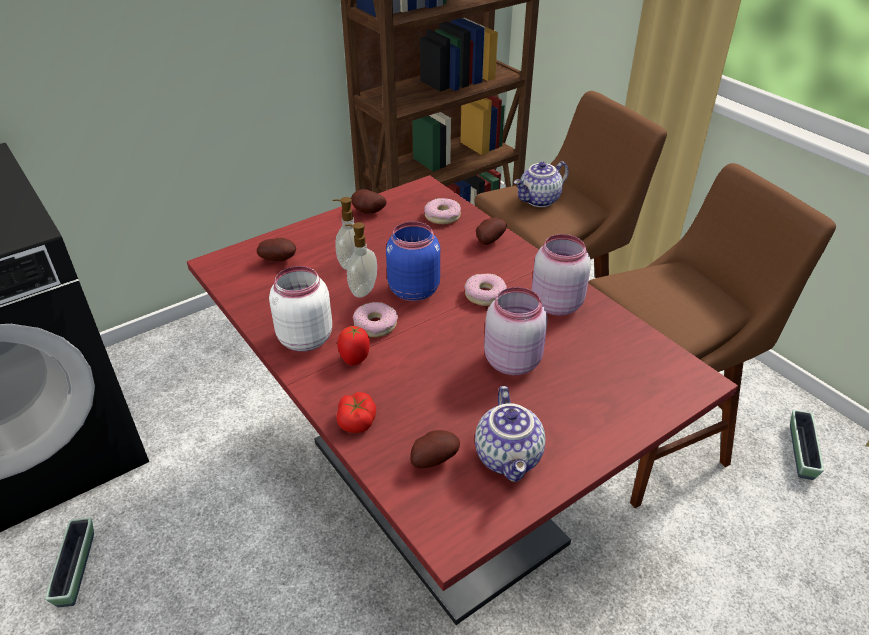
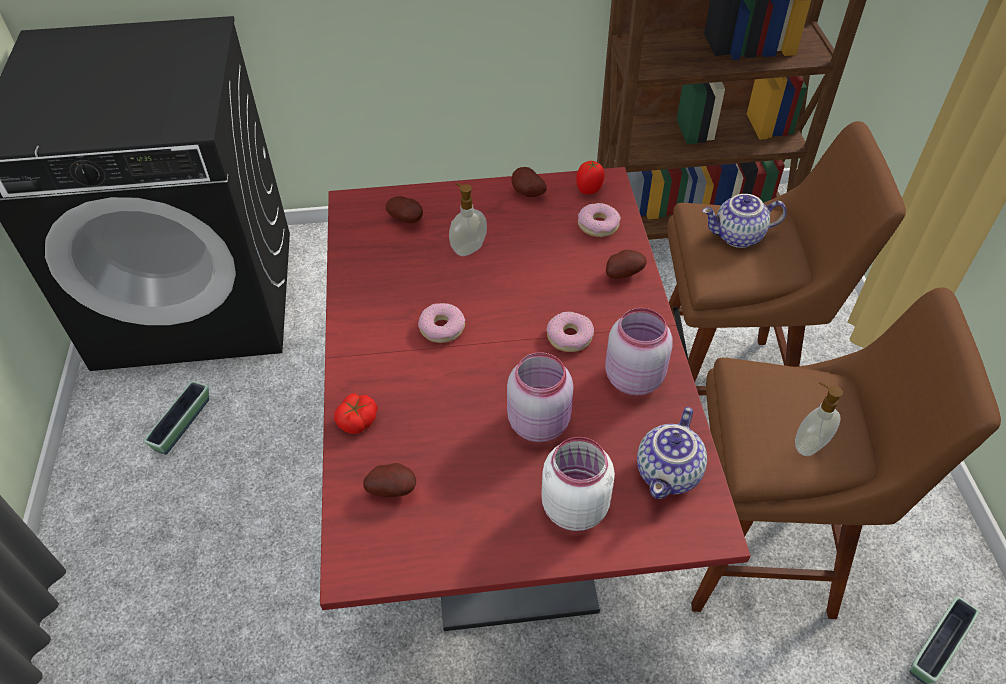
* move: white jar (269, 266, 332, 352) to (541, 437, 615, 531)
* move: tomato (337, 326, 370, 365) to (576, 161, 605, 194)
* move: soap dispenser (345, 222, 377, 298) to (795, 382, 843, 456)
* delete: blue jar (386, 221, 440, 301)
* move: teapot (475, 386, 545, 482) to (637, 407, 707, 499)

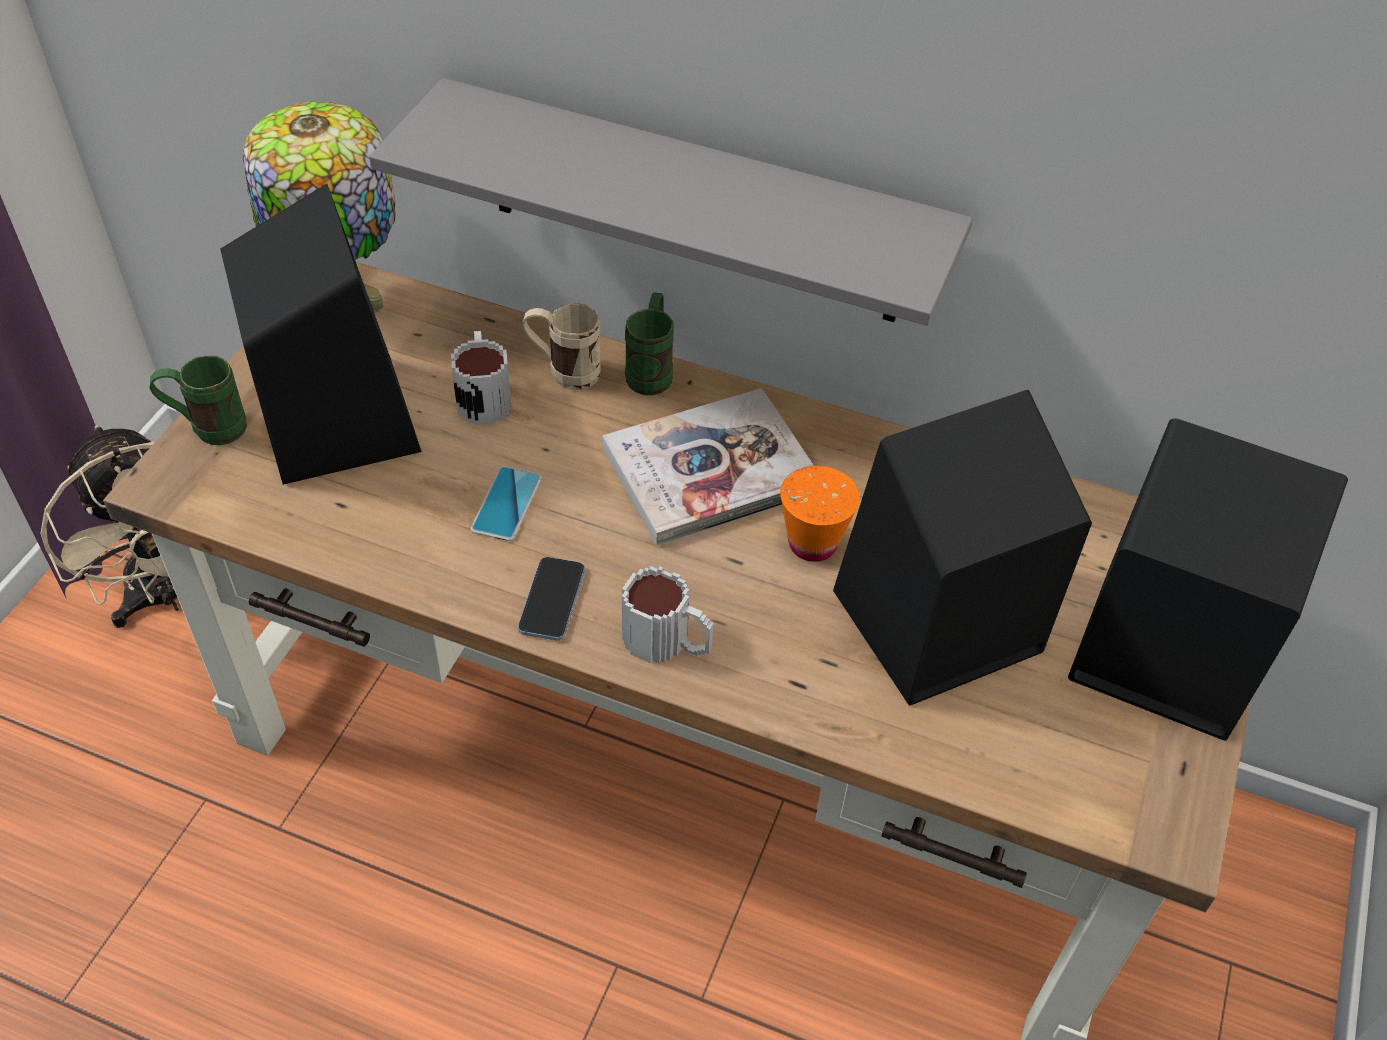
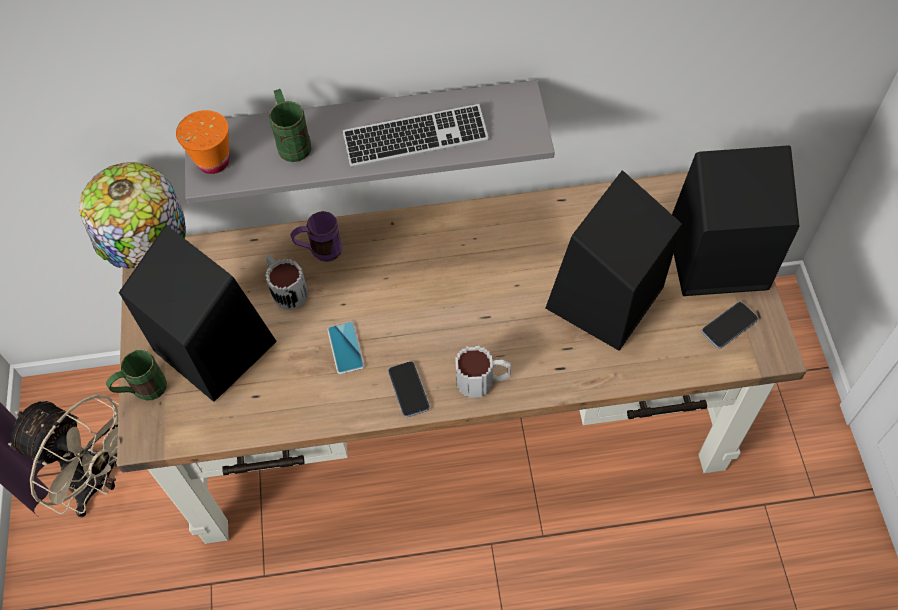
* recolor: beige mug (522, 303, 601, 390) to purple mug (291, 211, 342, 262)
* delete: book (602, 388, 814, 546)
* move: green mug (625, 292, 674, 395) to (269, 89, 311, 162)
* move: orange cup (780, 466, 860, 562) to (176, 110, 229, 174)
* insert: keyboard (342, 104, 489, 167)
* insert: phone (702, 302, 758, 348)

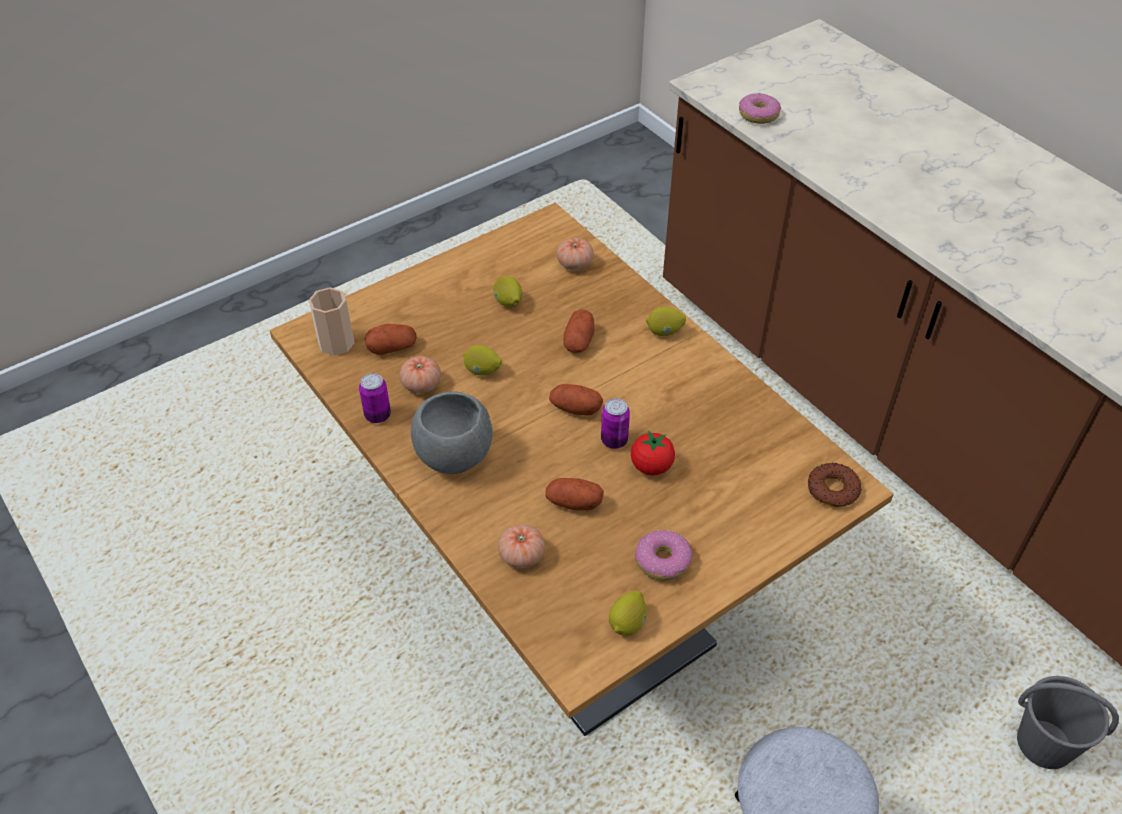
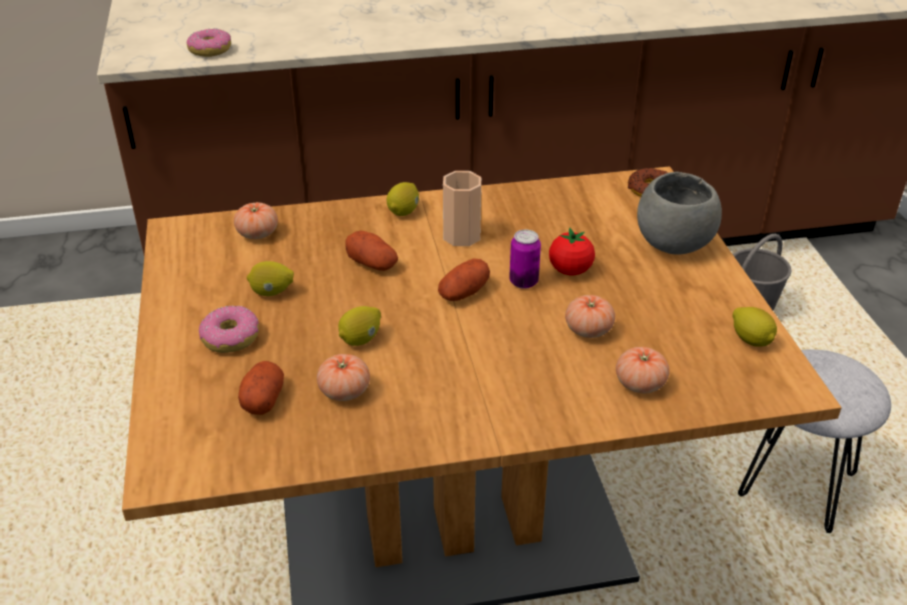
* move: cup (309, 287, 355, 356) to (443, 171, 481, 246)
* delete: can (359, 373, 391, 423)
* move: grey bowl (411, 392, 493, 474) to (637, 172, 722, 255)
* replace: potato (545, 478, 604, 510) to tomato (565, 295, 615, 338)
* move: donut (635, 530, 693, 581) to (199, 306, 259, 353)

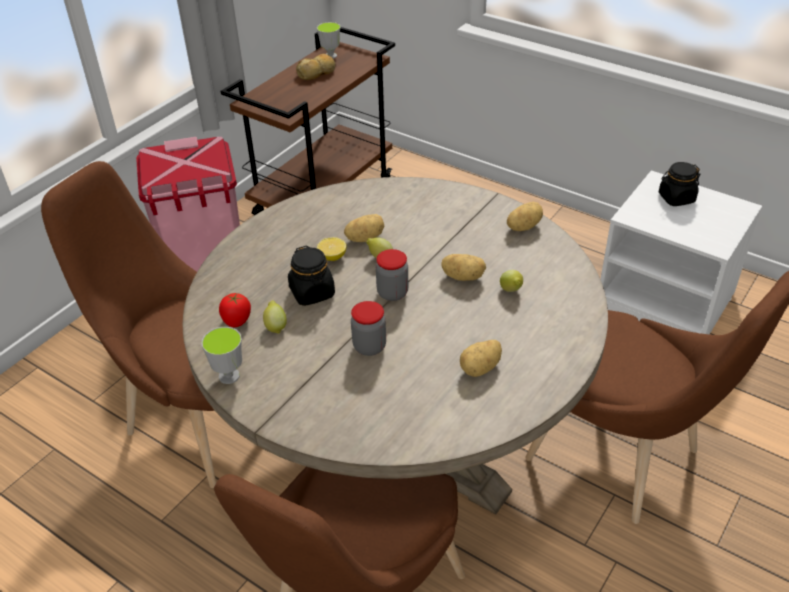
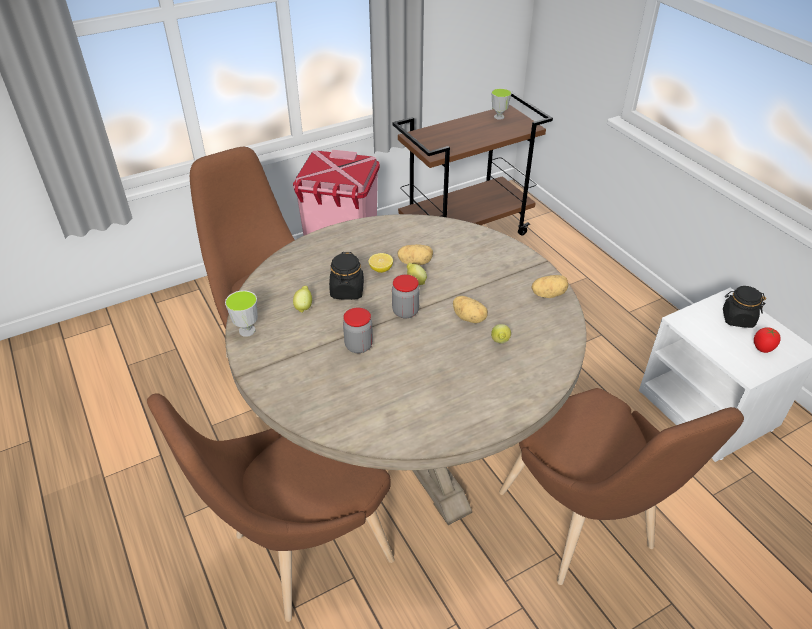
* move: tomato (219, 293, 251, 327) to (754, 327, 781, 353)
* delete: bread (296, 54, 336, 80)
* delete: potato (460, 340, 502, 377)

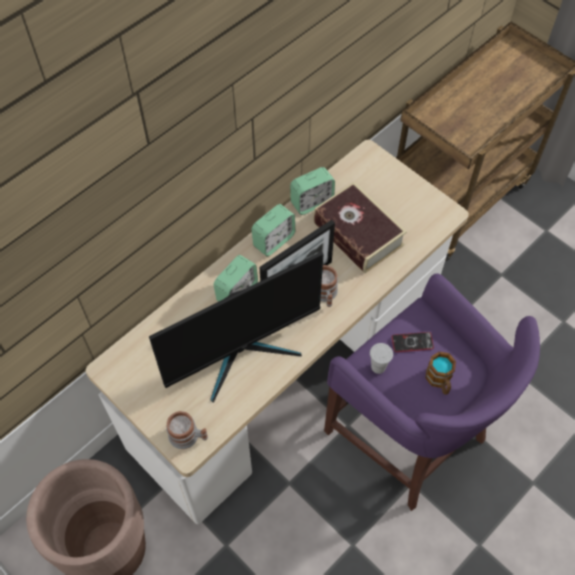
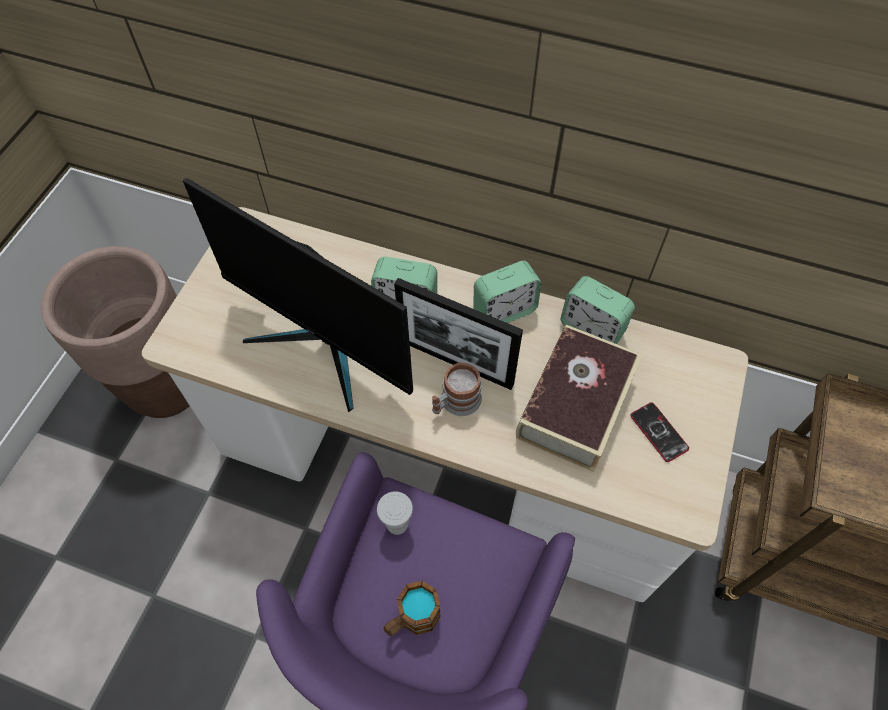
* delete: mug (166, 411, 208, 449)
* rotate: alarm clock (252, 204, 295, 257) = (473, 261, 542, 323) 45 degrees counterclockwise
* move: phone (392, 332, 434, 352) to (630, 402, 689, 462)

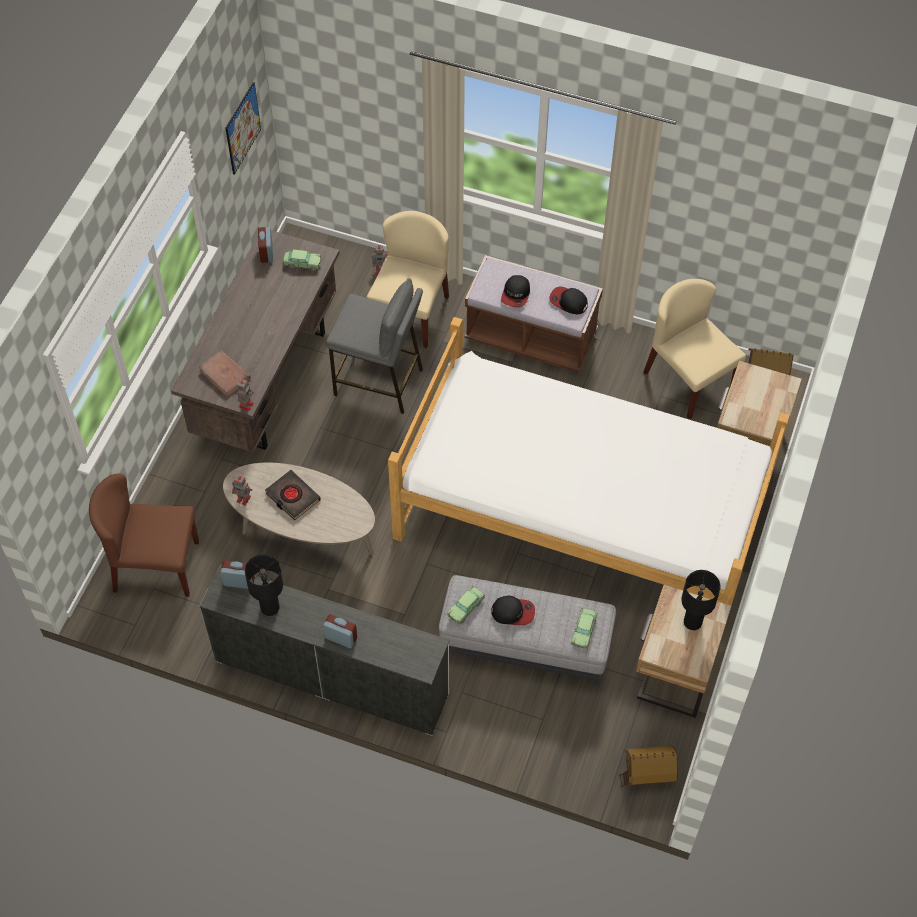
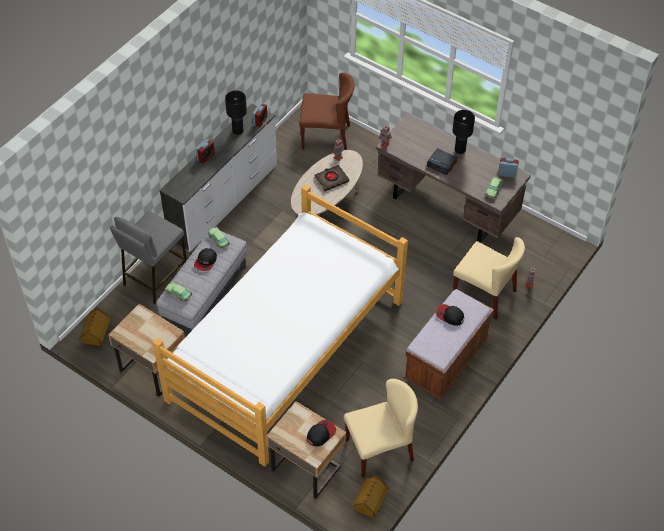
* rotate: brown chair (89, 473, 199, 597) = (299, 72, 355, 150) 75 degrees clockwise
* delete: brown book (199, 350, 250, 397)
* delete: picture (226, 82, 261, 175)
* move: grey stool (326, 278, 423, 414) to (110, 211, 187, 304)
* move: cap (549, 286, 588, 314) to (307, 420, 336, 446)
* move: black table lamp (681, 570, 721, 630) to (452, 110, 475, 154)
* insert: alarm clock (427, 148, 458, 175)

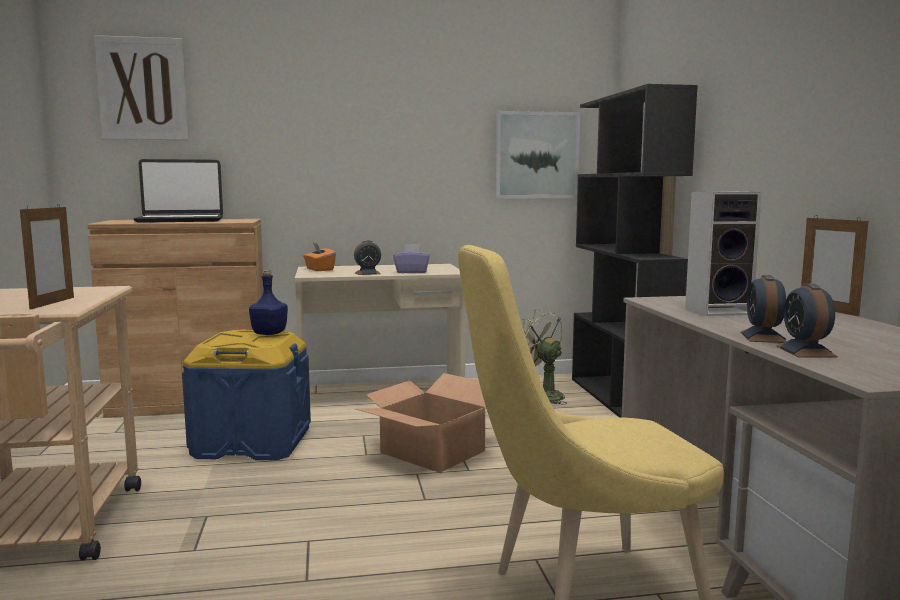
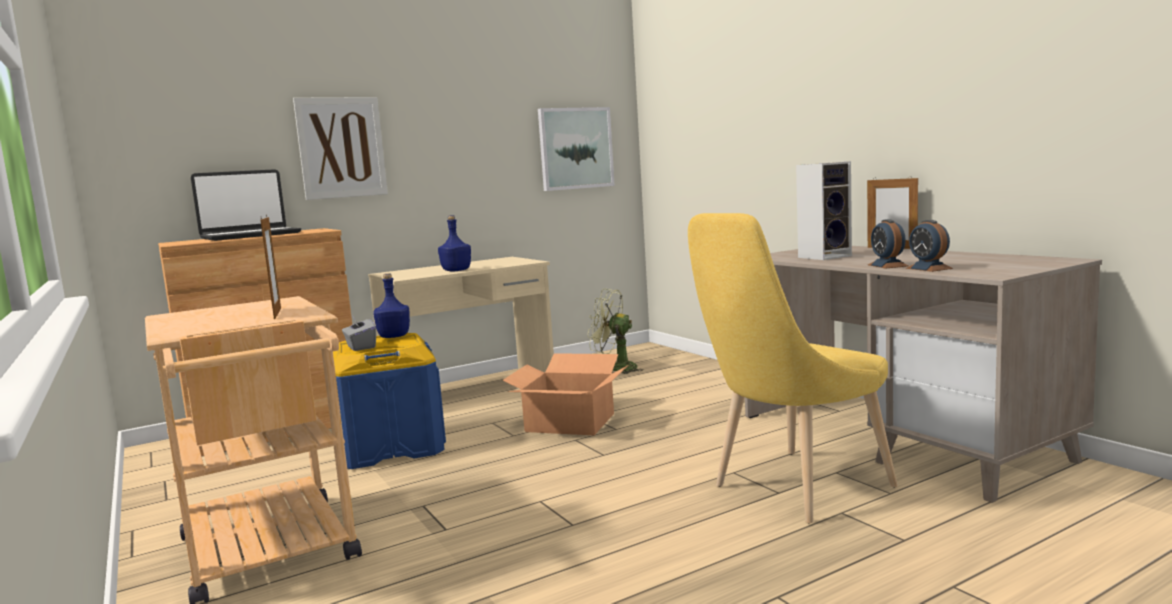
* move: picture (94, 35, 189, 140) to (293, 97, 388, 200)
* delete: orange tissue box (303, 243, 336, 271)
* replace: alarm clock (354, 240, 381, 275) to blue bottle (438, 215, 471, 271)
* delete: purple tissue box (393, 244, 430, 273)
* delete: black bookcase (572, 84, 698, 417)
* insert: grey tissue box (342, 315, 376, 351)

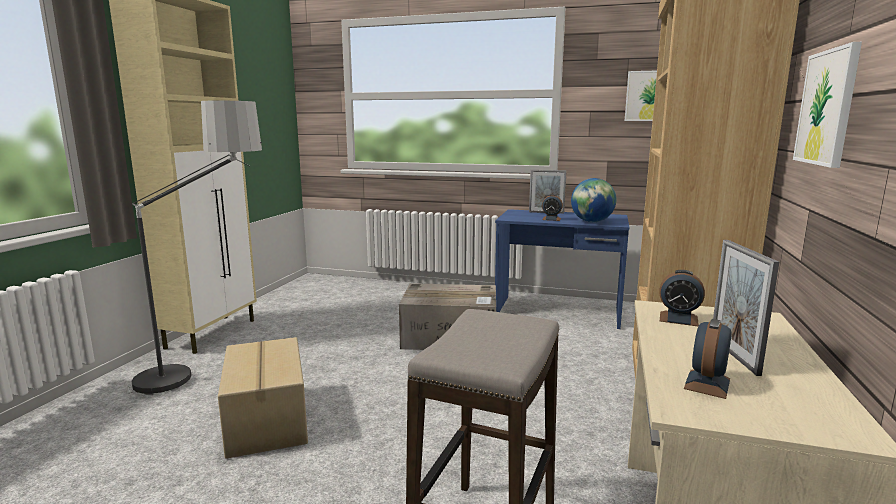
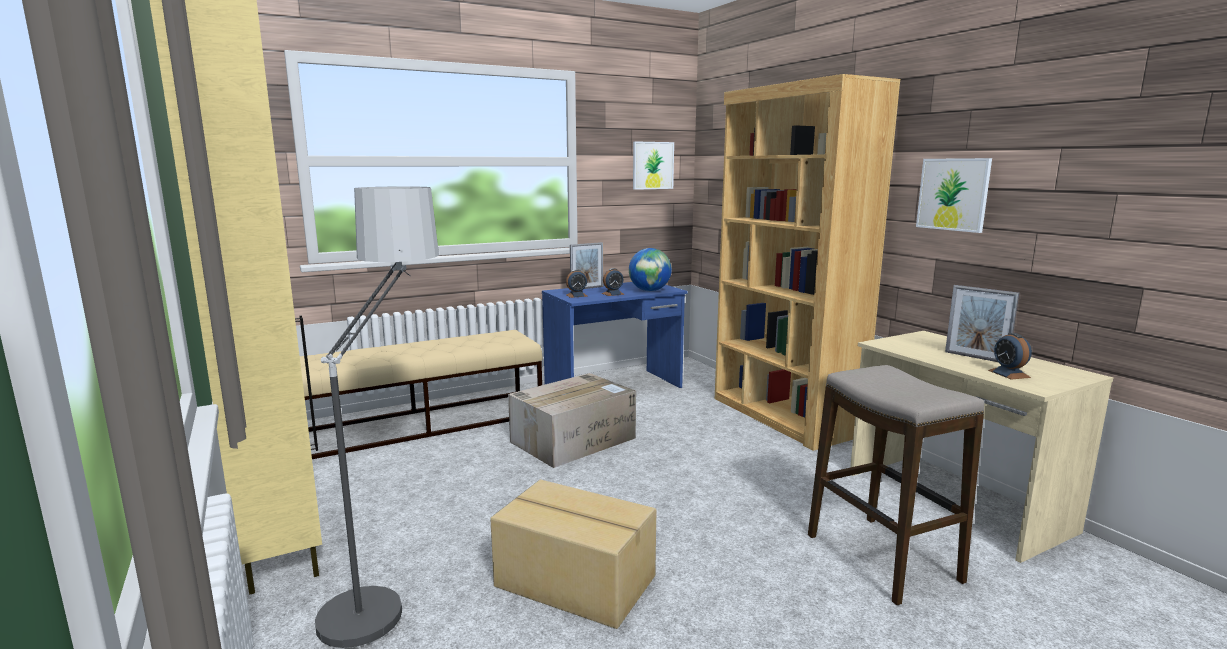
* move: alarm clock (659, 270, 705, 326) to (566, 270, 587, 298)
* insert: beige bench (300, 330, 543, 459)

